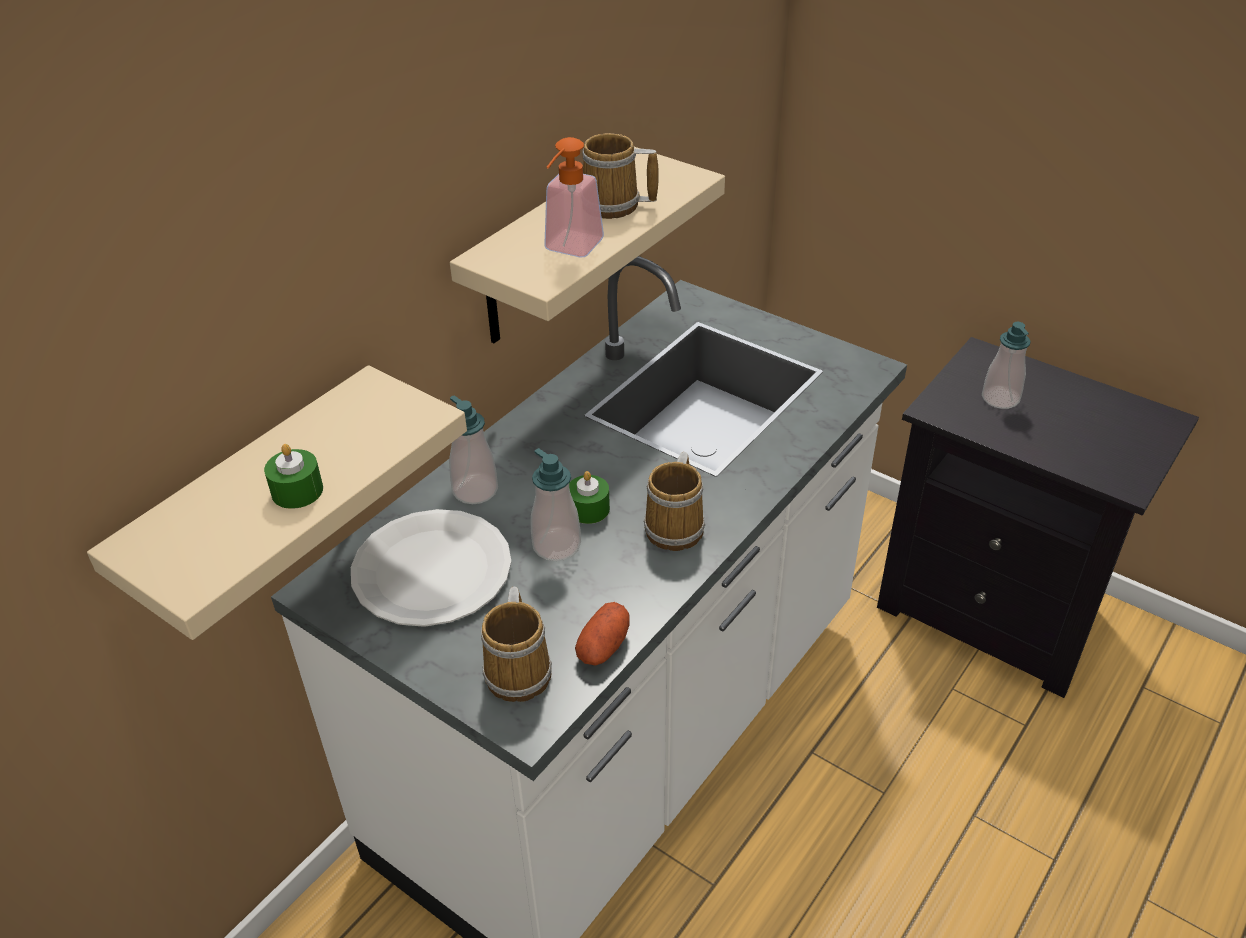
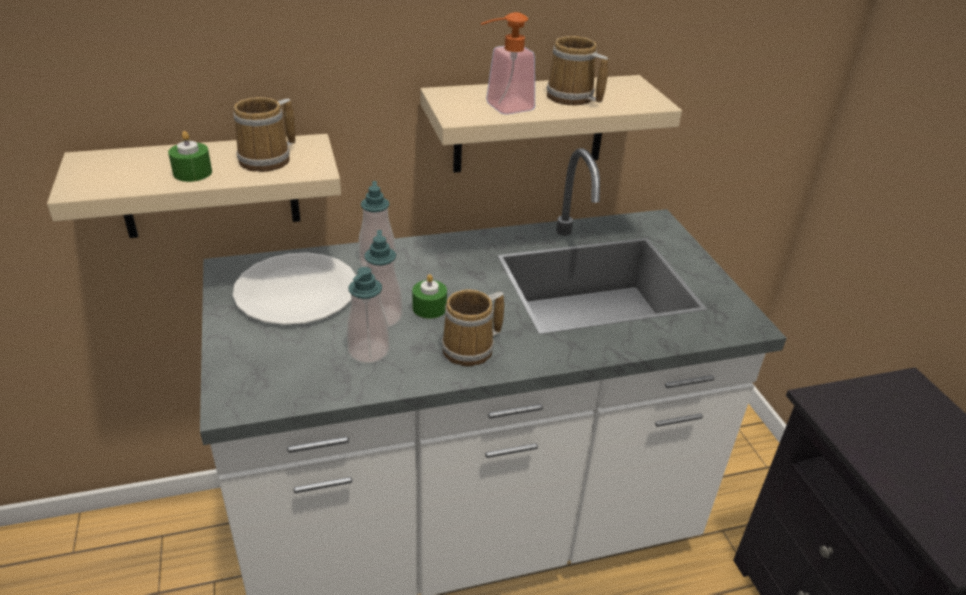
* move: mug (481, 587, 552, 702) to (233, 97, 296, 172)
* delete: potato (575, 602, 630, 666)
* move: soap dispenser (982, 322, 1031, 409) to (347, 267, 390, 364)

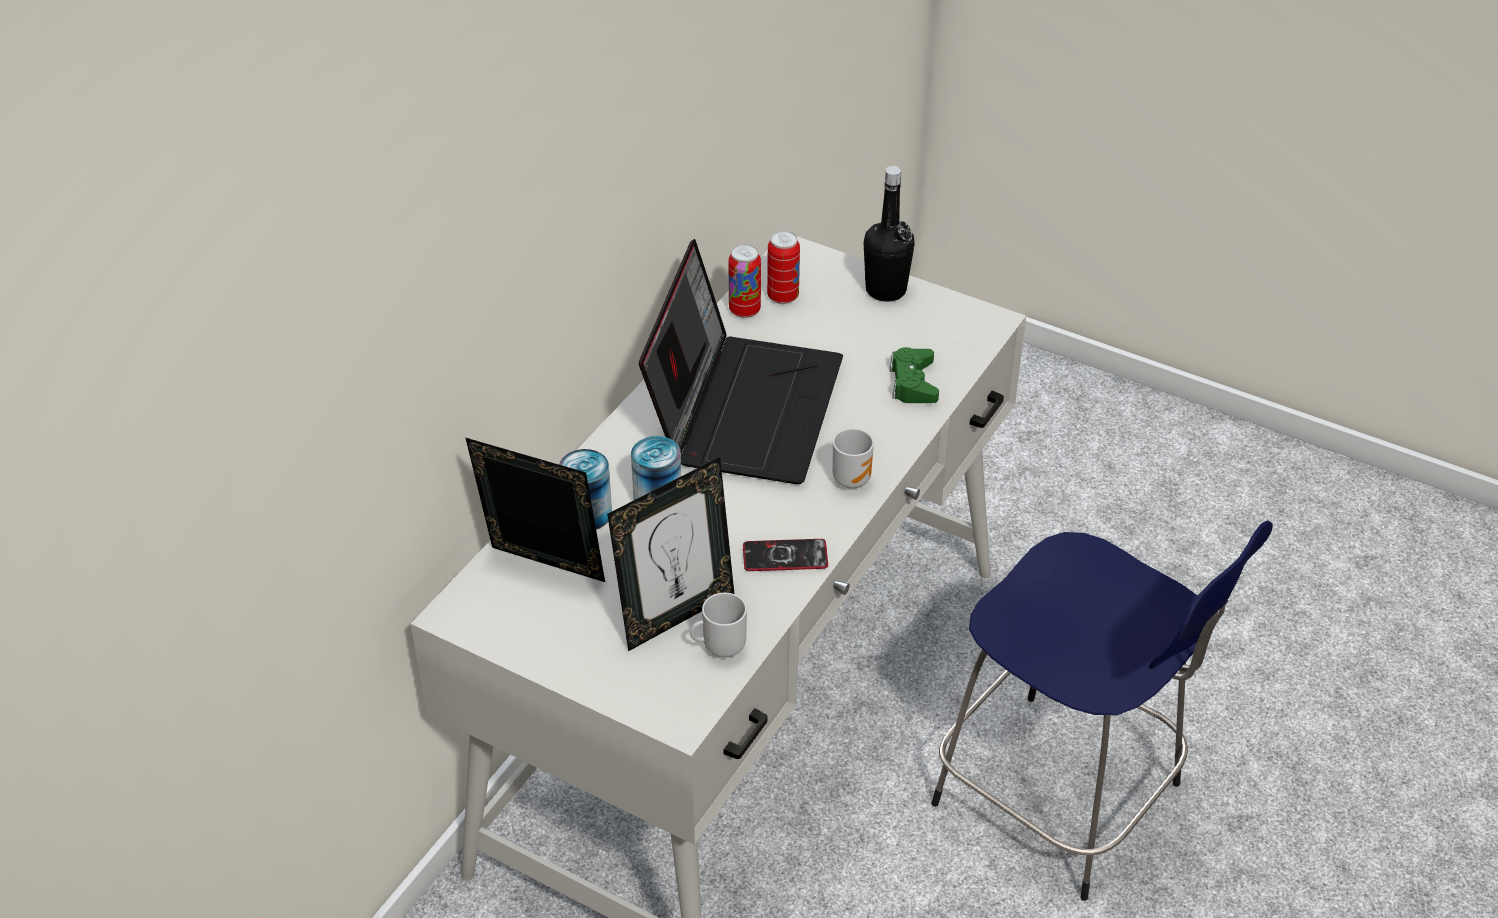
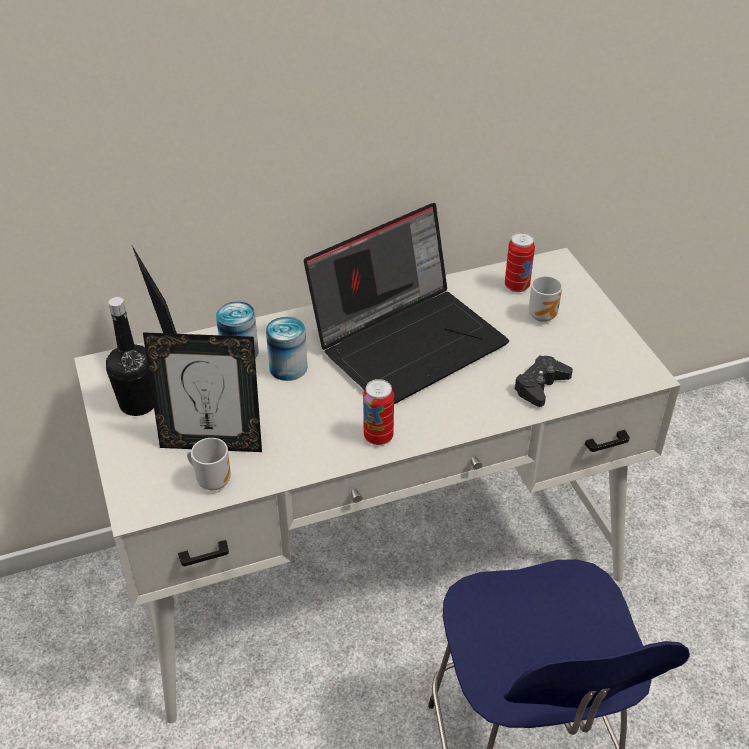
* move: can (728, 244, 761, 318) to (363, 379, 394, 445)
* delete: phone (743, 539, 828, 571)
* move: mug (832, 428, 874, 489) to (529, 276, 562, 322)
* move: black bottle (864, 166, 915, 302) to (106, 297, 154, 416)
* recolor: green game controller (889, 347, 939, 403) to black game controller (514, 355, 573, 407)

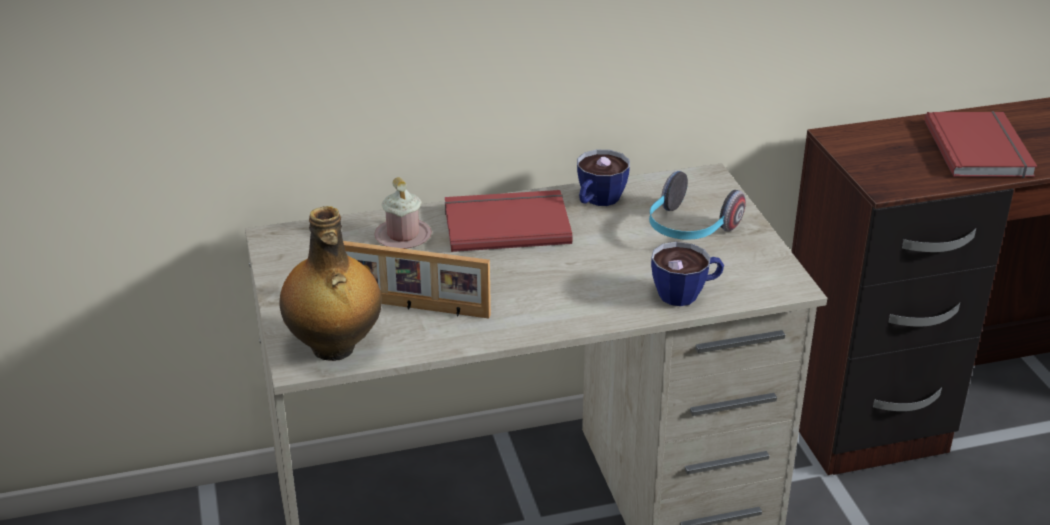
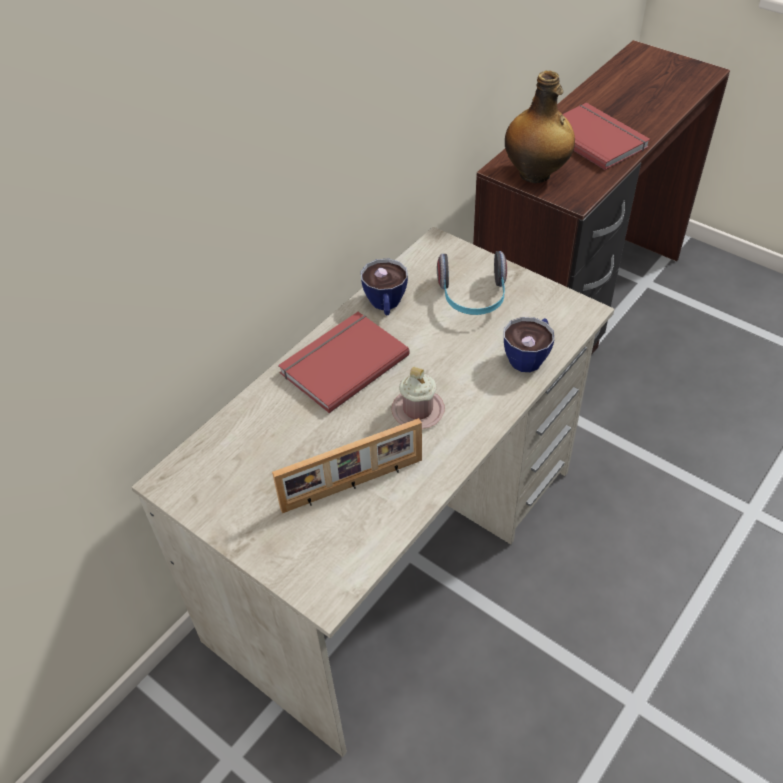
* move: bottle (279, 206, 382, 361) to (505, 71, 575, 183)
* move: pink mug (374, 177, 432, 249) to (392, 367, 445, 429)

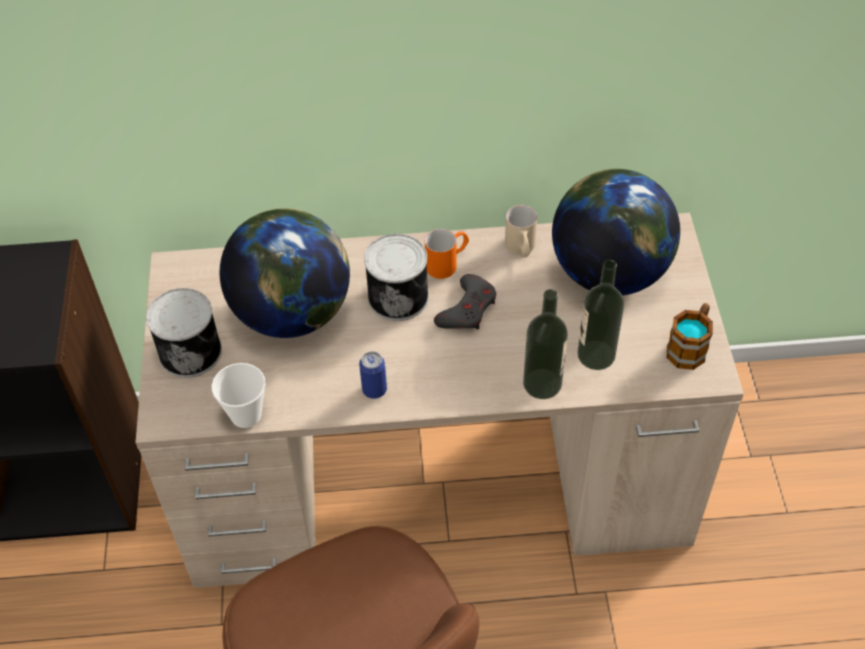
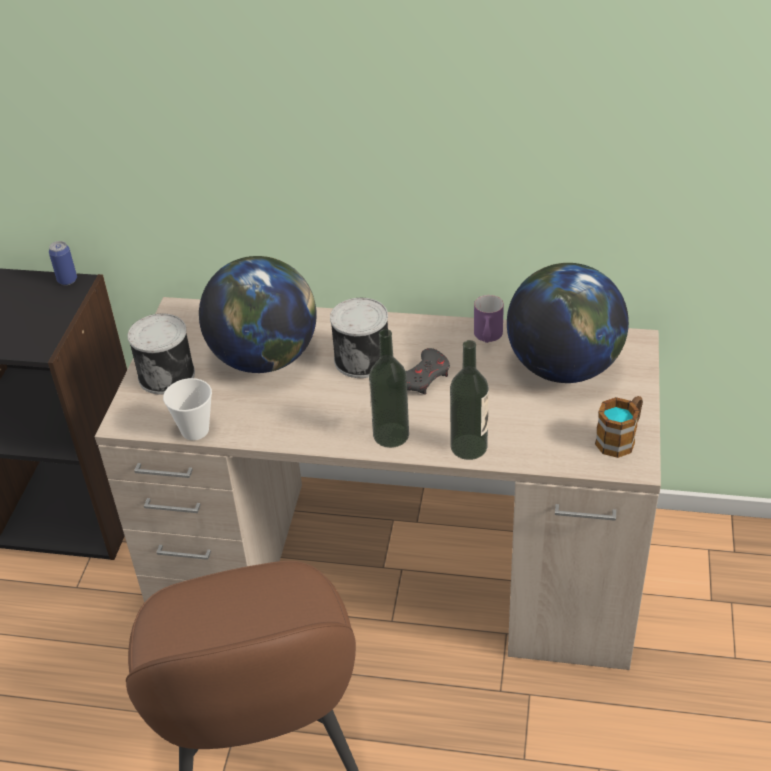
* move: can (359, 351, 387, 399) to (49, 241, 77, 285)
* delete: orange mug (425, 229, 469, 279)
* recolor: beige mug (505, 205, 537, 258) to purple mug (474, 295, 504, 343)
* move: bottle (577, 260, 624, 370) to (369, 329, 409, 448)

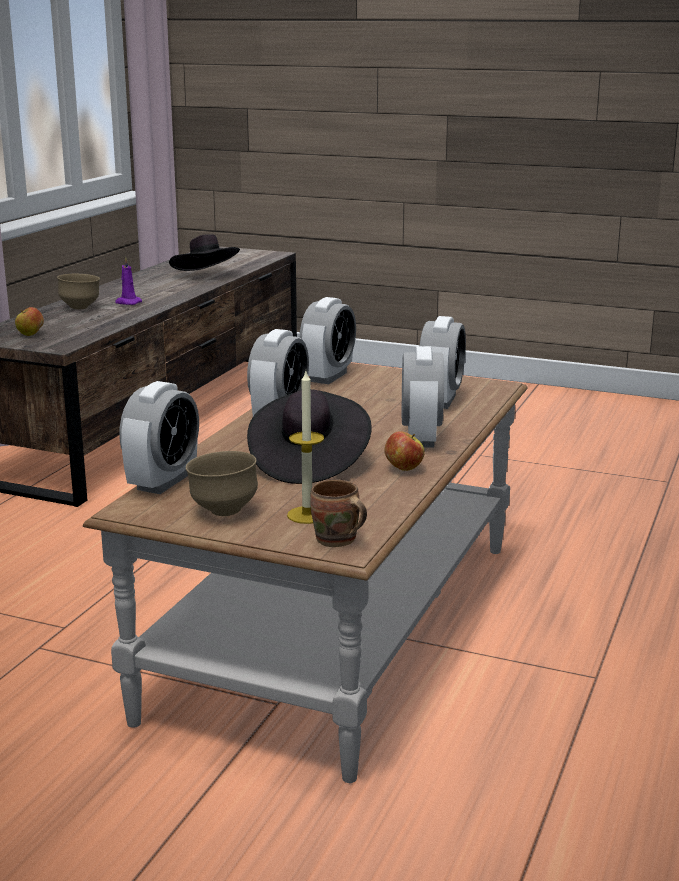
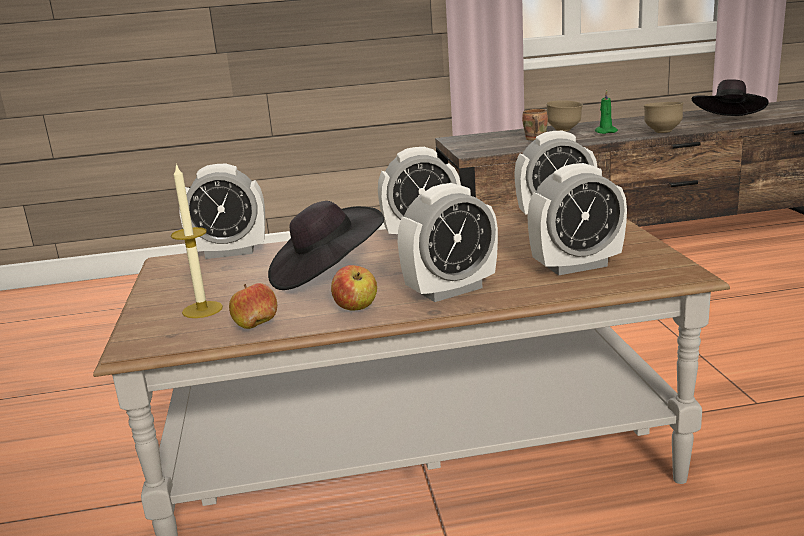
* move: apple (15, 307, 44, 336) to (229, 283, 277, 329)
* recolor: purple candle (115, 257, 142, 305) to green candle (595, 90, 618, 134)
* move: brown bowl (186, 451, 258, 516) to (644, 102, 683, 133)
* move: brown mug (310, 479, 367, 547) to (522, 109, 548, 140)

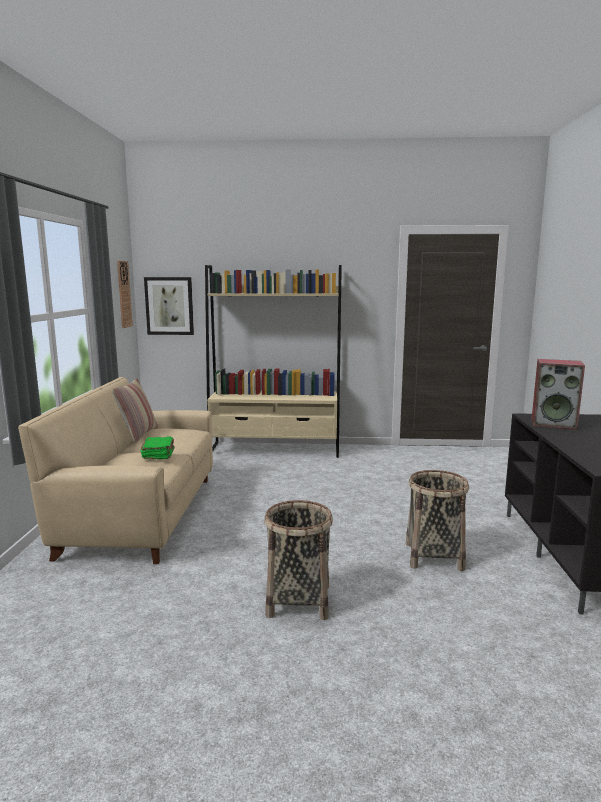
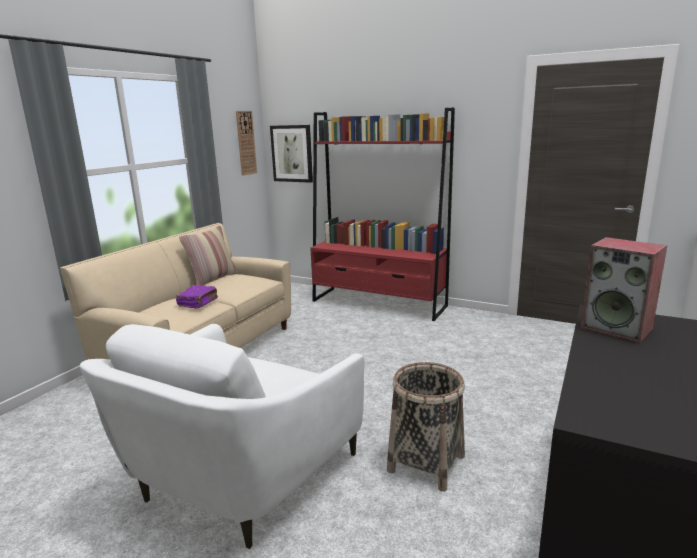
* recolor: green book (141, 436, 174, 459) to purple book (176, 285, 218, 309)
* recolor: beige bookcase (205, 265, 342, 458) to red bookcase (310, 107, 455, 321)
* replace: basket (264, 500, 333, 620) to white armchair (80, 324, 364, 549)

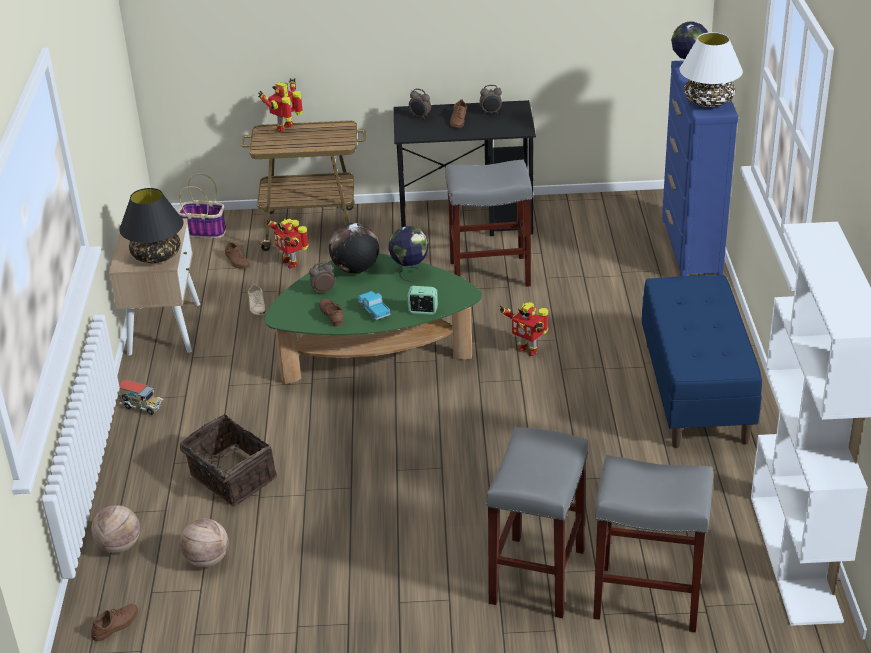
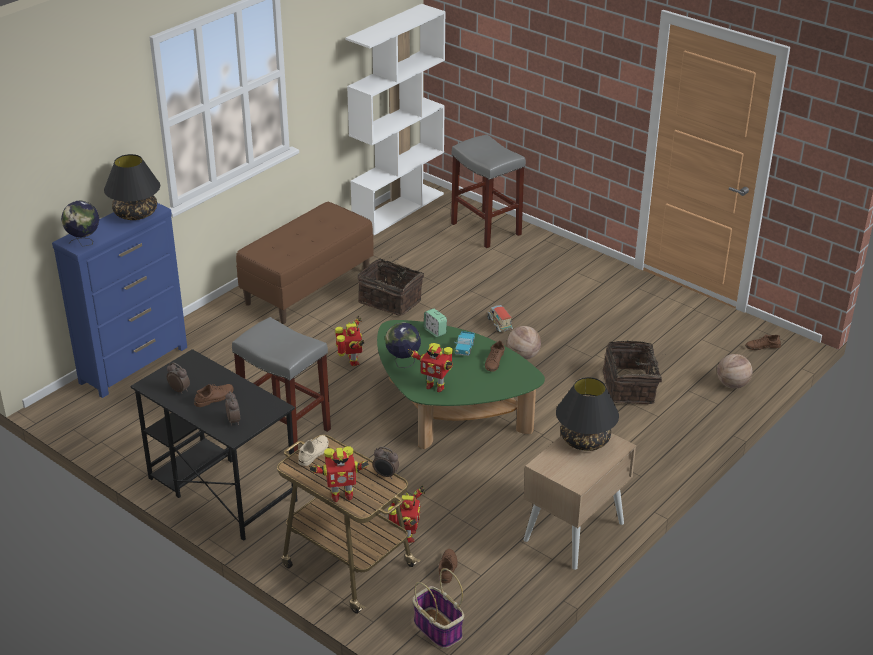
* move: toy truck (119, 380, 164, 415) to (487, 305, 513, 332)
* move: basketball (180, 519, 229, 567) to (507, 326, 541, 359)
* move: beige shoe (248, 283, 266, 315) to (298, 435, 328, 466)
* move: alarm clock (309, 262, 335, 294) to (373, 447, 399, 479)
* replace: globe (329, 223, 379, 273) to toy robot (408, 343, 453, 392)
* delete: grey stool (486, 427, 588, 618)
* recolor: blue bench (642, 275, 762, 448) to brown bench (236, 202, 374, 324)
* recolor: white table lamp (680, 32, 743, 107) to black table lamp (104, 154, 160, 220)
* insert: basket (358, 259, 424, 316)

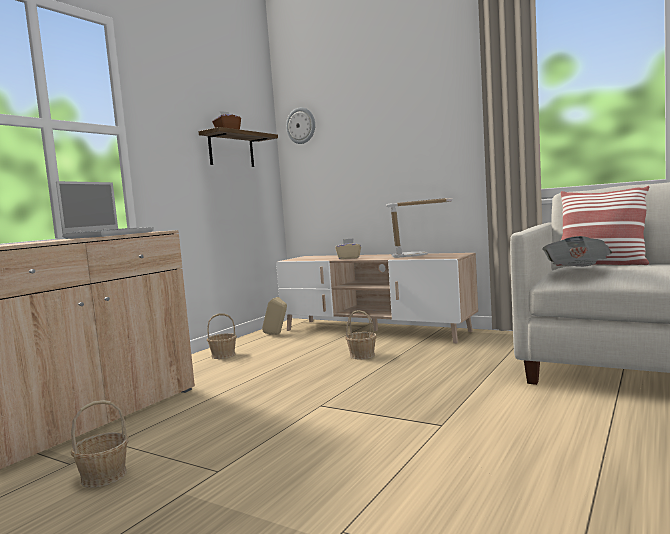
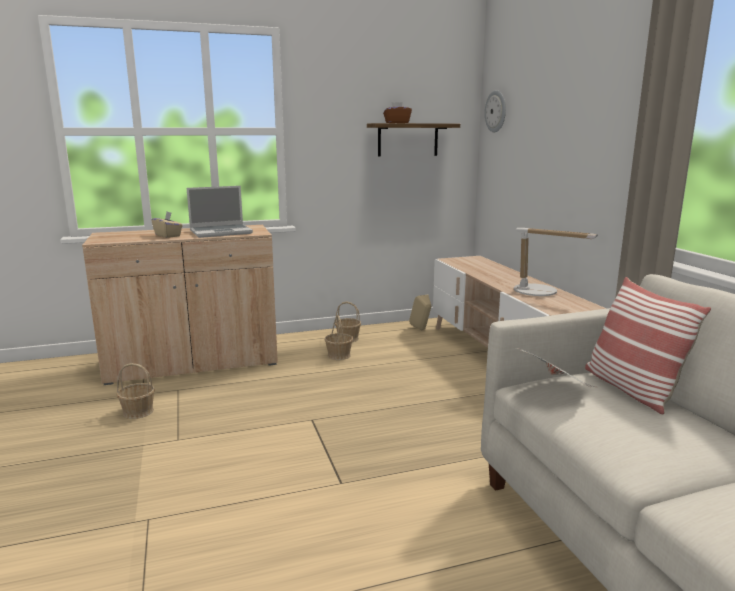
* move: beige tissue box (335, 238, 361, 259) to (151, 212, 183, 238)
* move: basket (345, 310, 377, 359) to (325, 315, 353, 360)

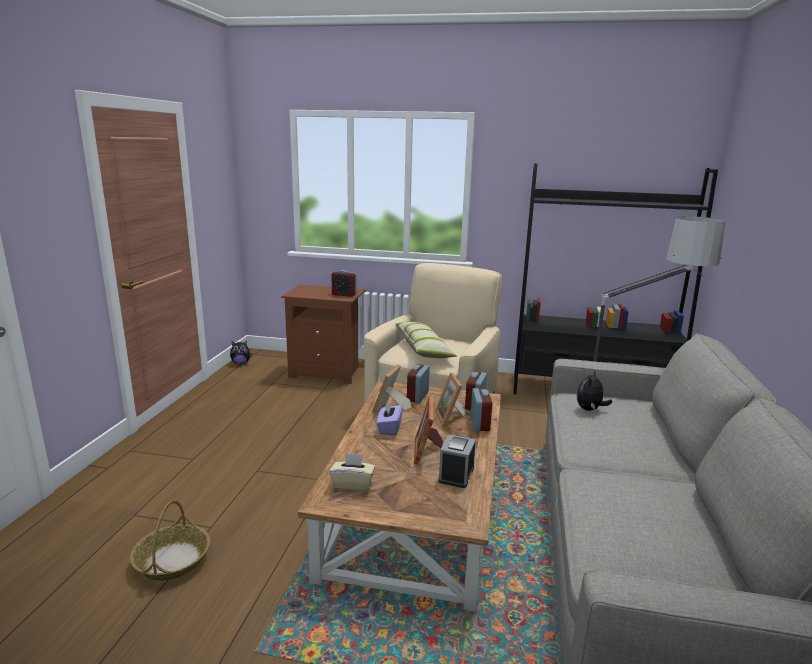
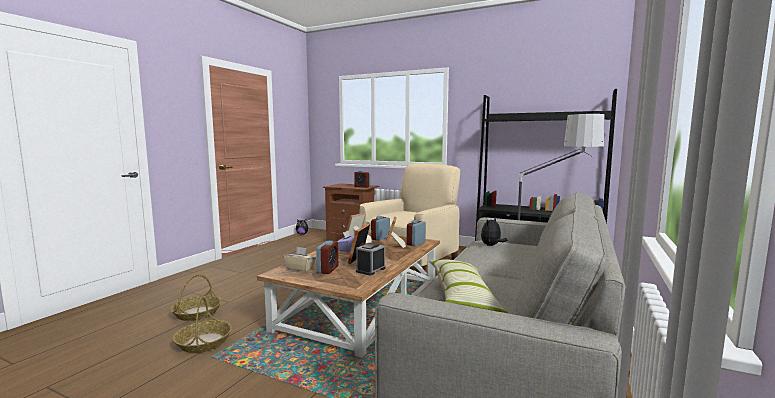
* move: pillow (394, 322, 457, 358) to (429, 259, 509, 314)
* move: alarm clock (471, 388, 492, 431) to (316, 241, 338, 274)
* insert: basket (173, 297, 232, 353)

